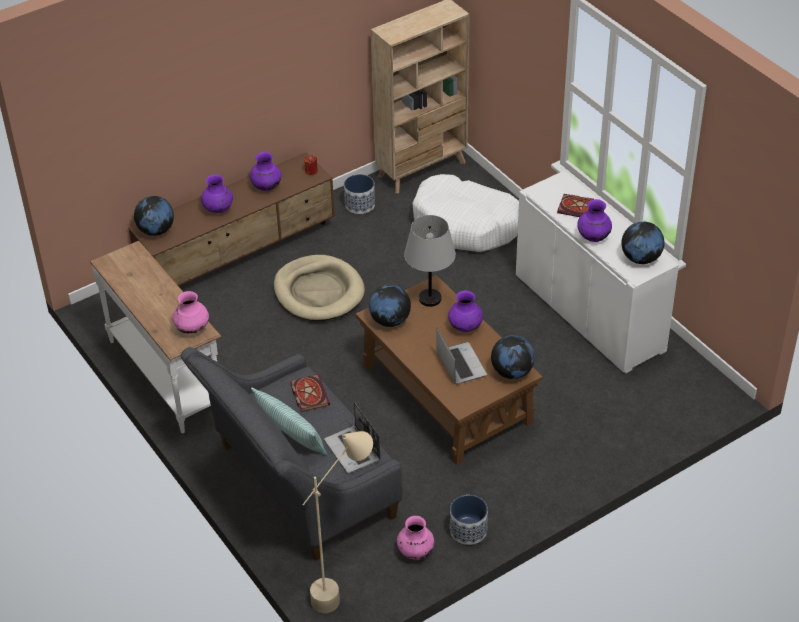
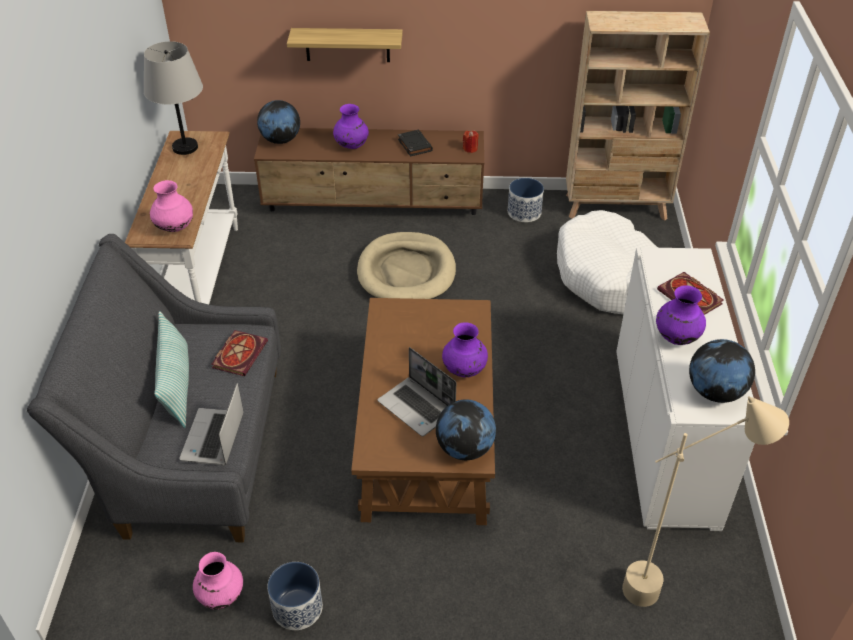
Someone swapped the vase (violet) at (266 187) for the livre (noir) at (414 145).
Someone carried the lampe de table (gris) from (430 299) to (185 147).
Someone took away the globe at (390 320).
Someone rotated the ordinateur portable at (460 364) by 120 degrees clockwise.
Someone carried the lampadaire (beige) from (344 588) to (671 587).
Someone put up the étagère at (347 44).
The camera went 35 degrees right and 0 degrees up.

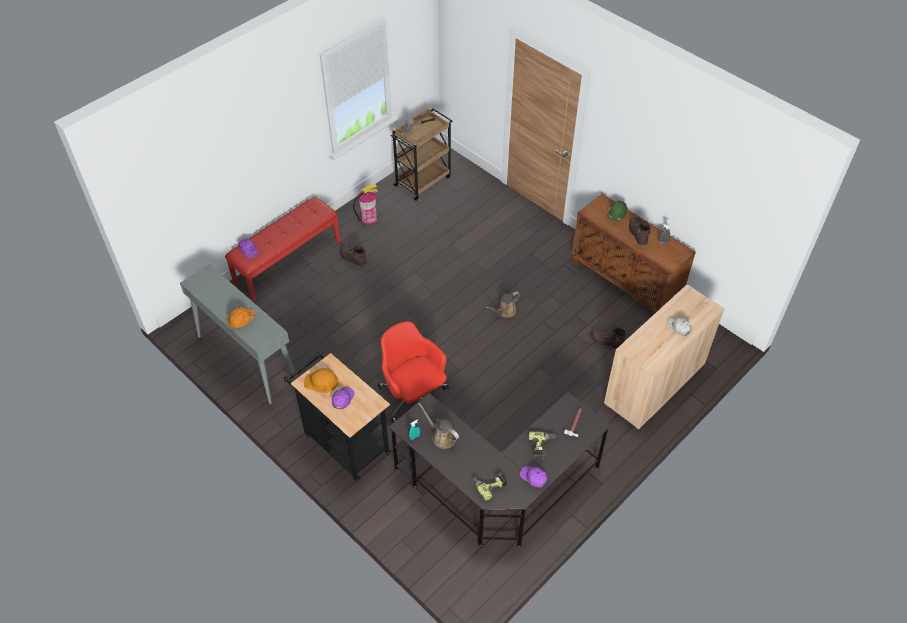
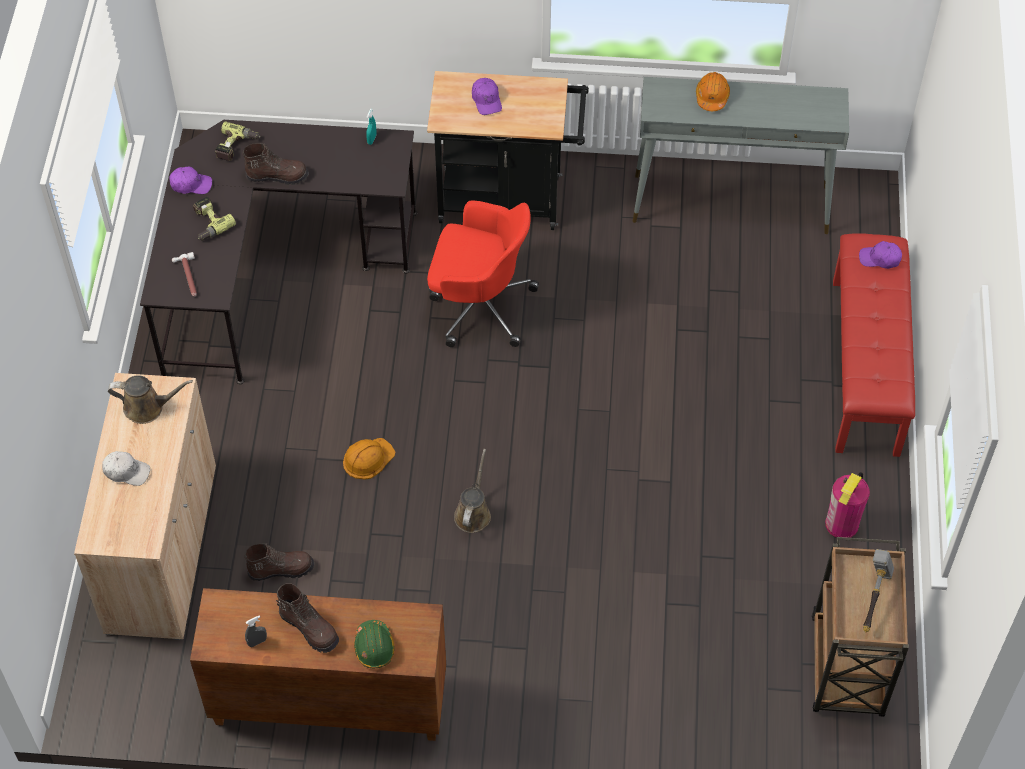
Someone carried the botte (marron) from (353 259) to (277 176).
Someone carried the casque de chantier (orange) from (321 381) to (368 458).
Someone carried the arrosoir (marron) from (442 437) to (148 407).
The camera went 140 degrees right and 5 degrees up.

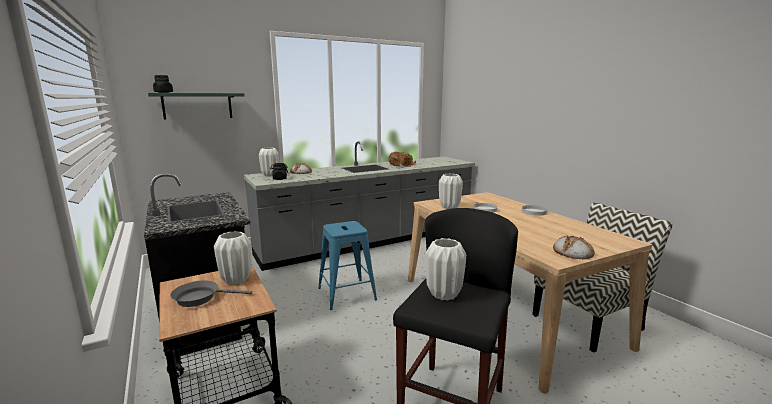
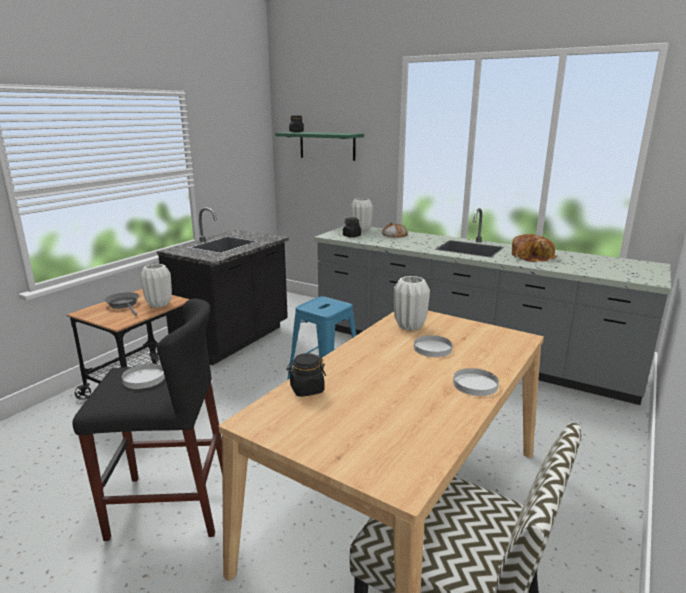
Someone took away the pain at (572 252).
Someone swapped the vase (blanc) at (444 294) for the assiette (blanc) at (144 378).
Someone put down the bocal (noir) at (307 389).
The camera went 60 degrees right and 5 degrees up.

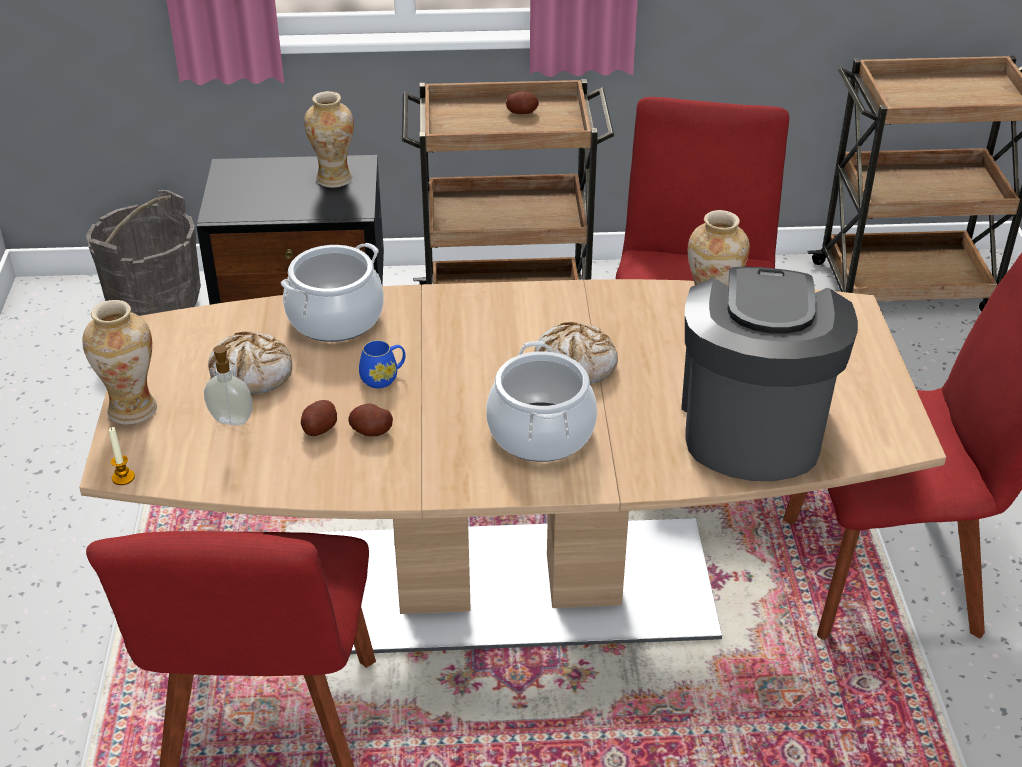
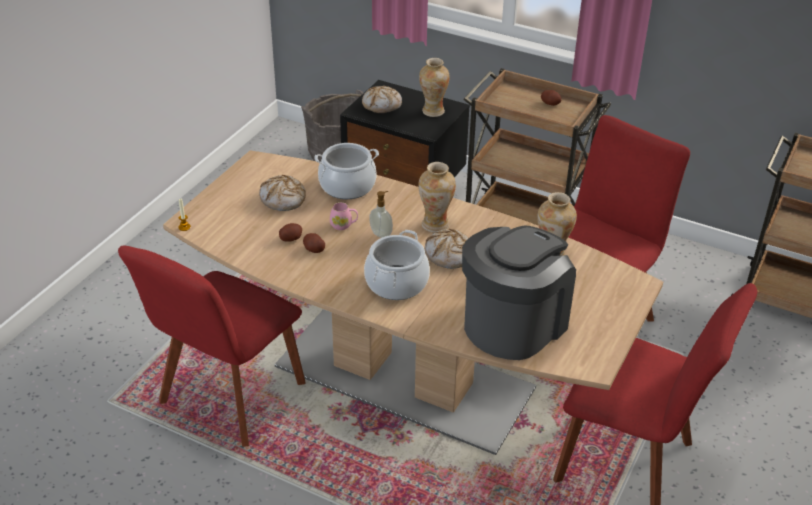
Someone carried the vase from (132 409) to (435 224).
Someone repainted the mug (bleu) at (383 378), which became the mug (rose) at (344 225).
Someone carried the distributeur de savon from (232 419) to (381 234).
Someone put down the pain at (382 105).
The camera went 30 degrees right and 0 degrees up.

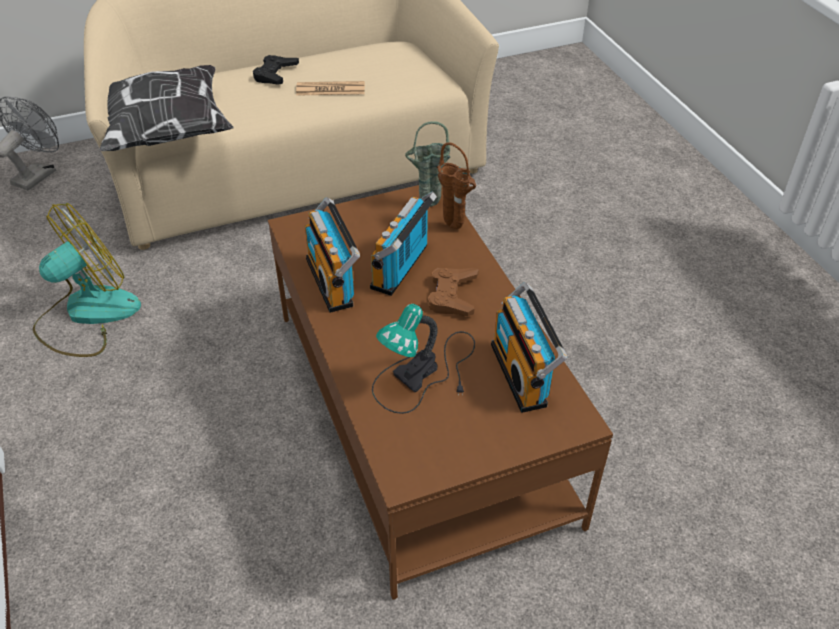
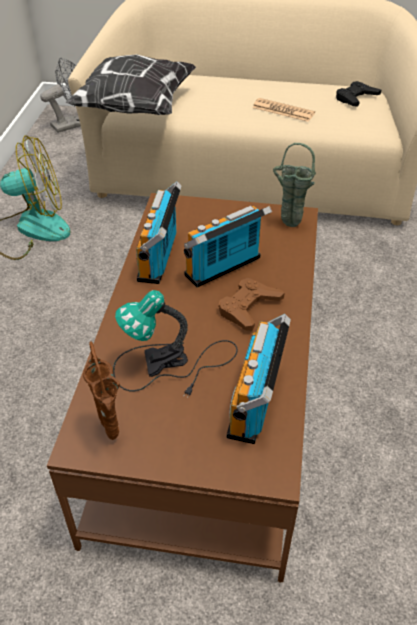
Someone carried the manette (noir) from (275 74) to (356 98).
Someone carried the vase (marron) from (455 228) to (112 436).
The camera went 30 degrees right and 0 degrees up.

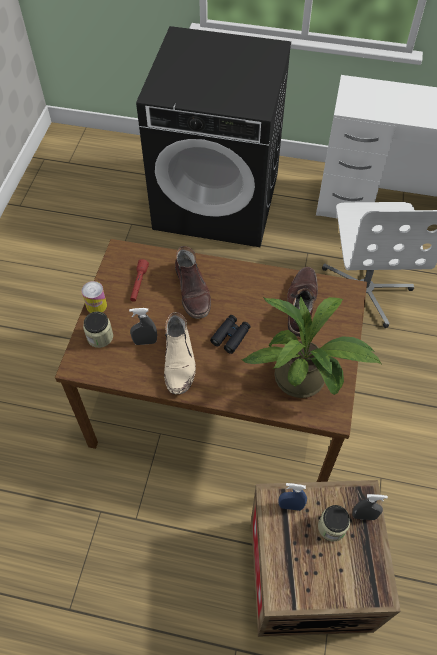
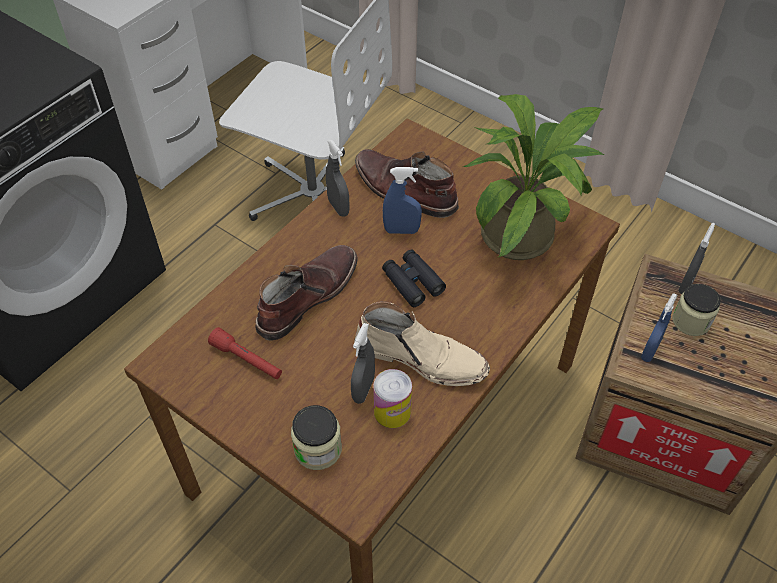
Someone rotated the botte (marron) at (193 291) by 60 degrees counterclockwise.
Someone carried the boîte métallique from (96 305) to (392 411).
Someone put down the vaporisateur (gris) at (338 207).
Someone put down the vaporisateur (bleu) at (401 230).
The camera went 65 degrees left and 5 degrees down.

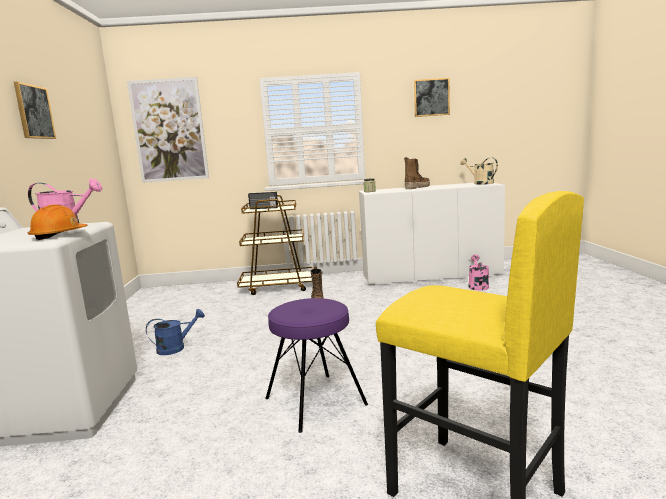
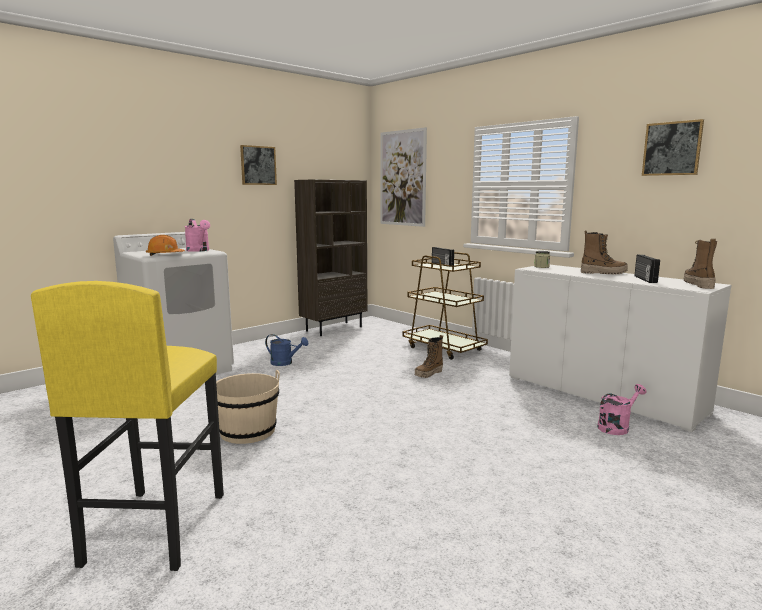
Someone swapped the arrosoir (beige) at (480 183) for the botte at (698 284).
Someone swapped the tabouret (violet) at (315 401) for the seau (beige) at (247 431).
Someone put down the bibliothèque (marron) at (334 328).
Someone put down the radio at (644 279).
The camera went 50 degrees right and 0 degrees up.

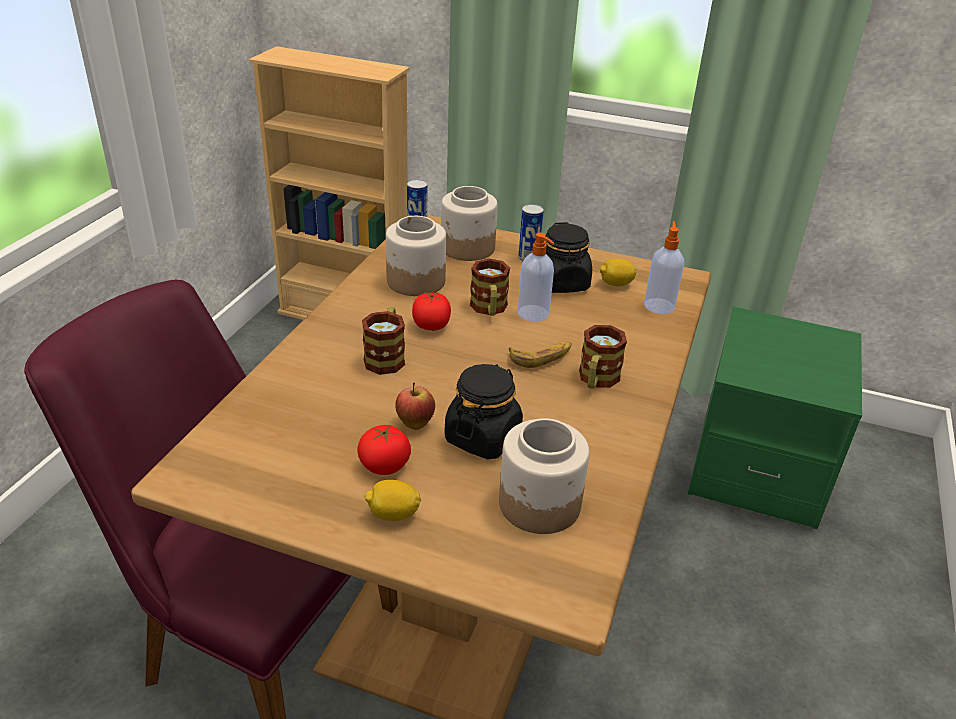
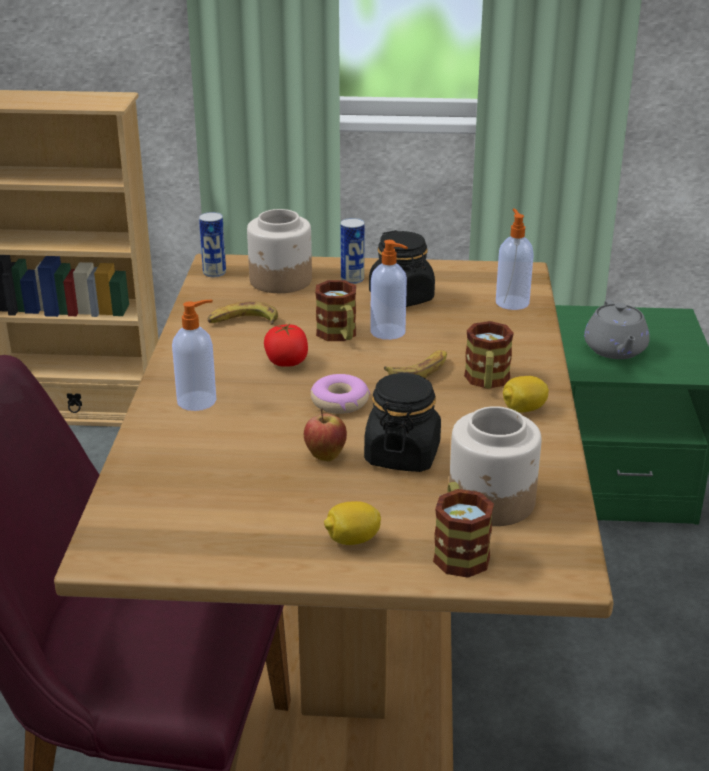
Someone swapped the bocal at (415 281) for the banane at (243 322).
Someone carried the citron from (615 284) to (523 409).
Someone carried the mug from (386 356) to (458 550).
Someone took away the tomate at (384 466).
Someone put down the théière (gris) at (615 350).
Someone put down the distributeur de savon at (198 401).
Someone put down the beignet at (340 402).
The camera went 15 degrees left and 5 degrees down.

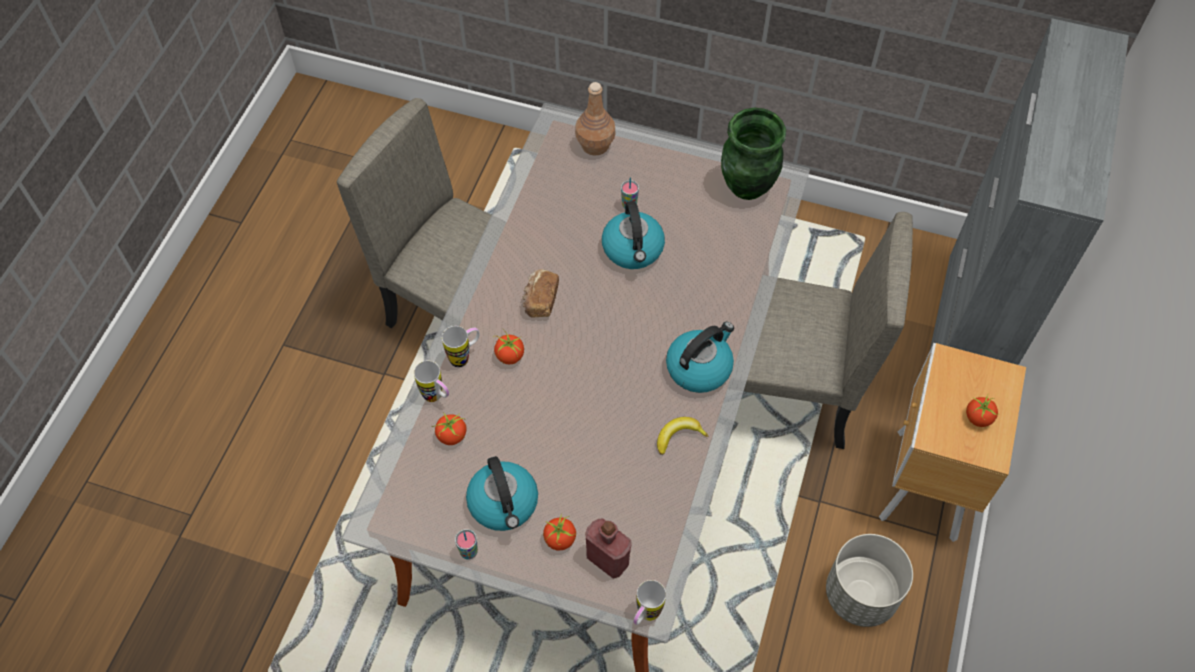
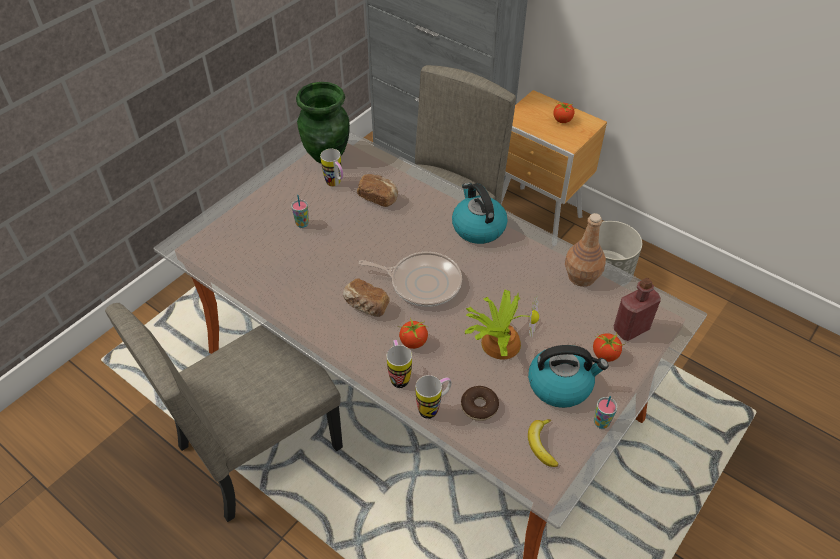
Someone carried the bouteille (marron) from (595 145) to (582 276).
Someone took away the bouilloire at (633 249).
Someone swapped the tomate at (451 436) for the beignet at (479 406).
Someone carried the banane from (678 436) to (541 444).
Someone carried the mug from (645 616) to (336 184).
Someone put down the pain at (378 197).
Someone put down the poêle at (422 282).
Someone put down the plante en pot at (499 341).
The camera went 70 degrees left and 10 degrees down.

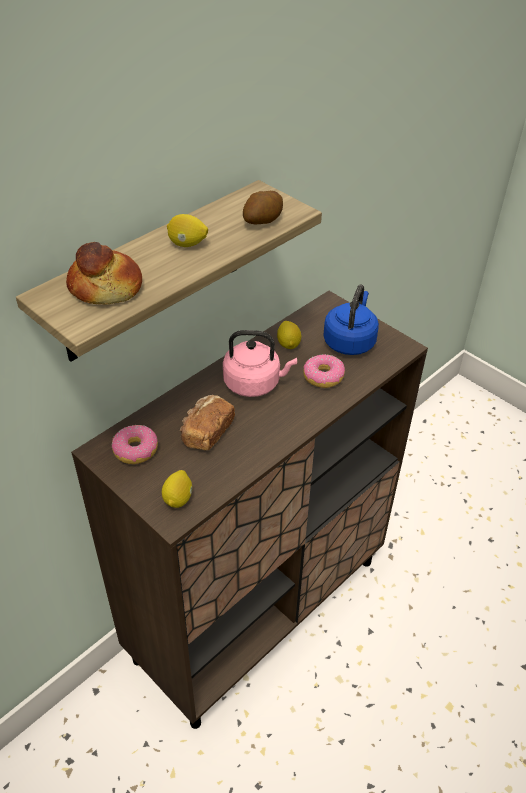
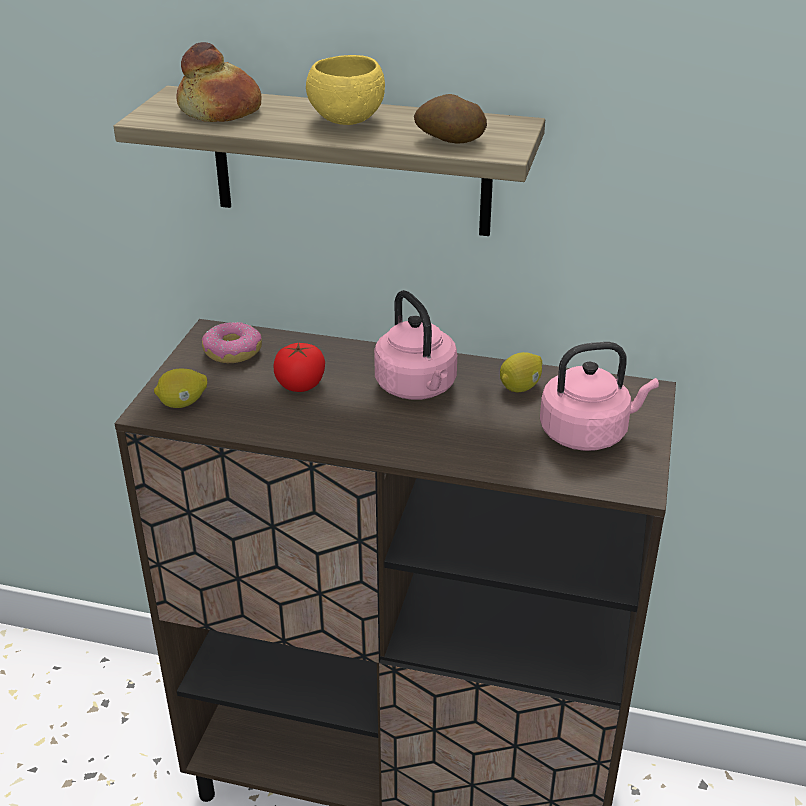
Someone swapped the citron at (187 244) for the bol (jaune) at (346 120).
Someone repainted the bouilloire (bleu) at (350 341), which became the bouilloire (rose) at (588 433).
Someone took away the beignet at (323 376).
Someone swapped the pain at (206 432) for the tomate at (300 385).
The camera went 60 degrees right and 10 degrees down.

